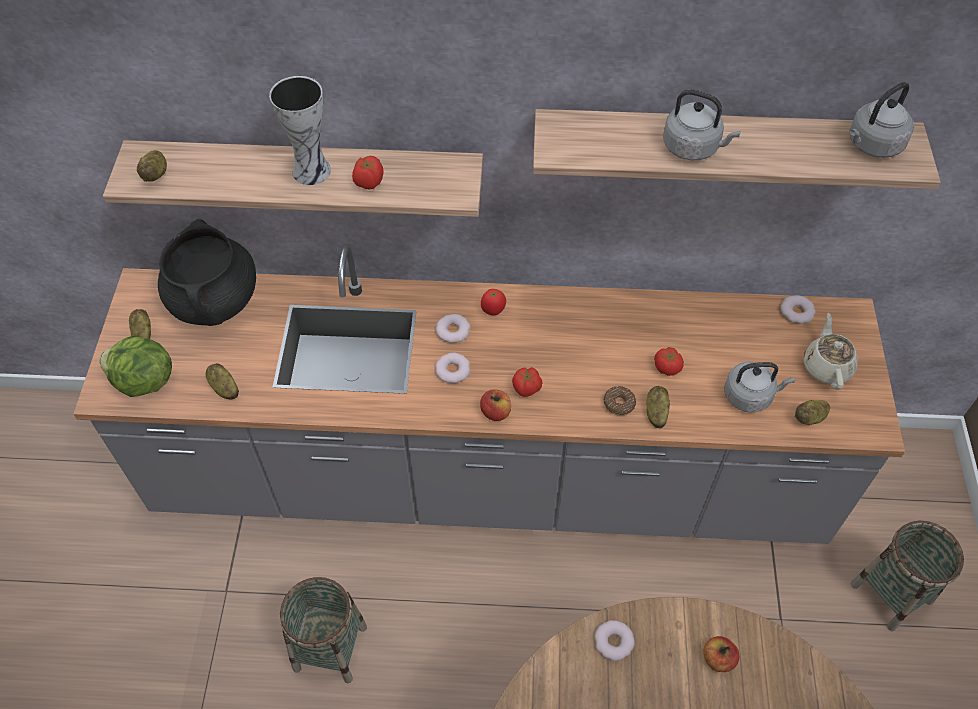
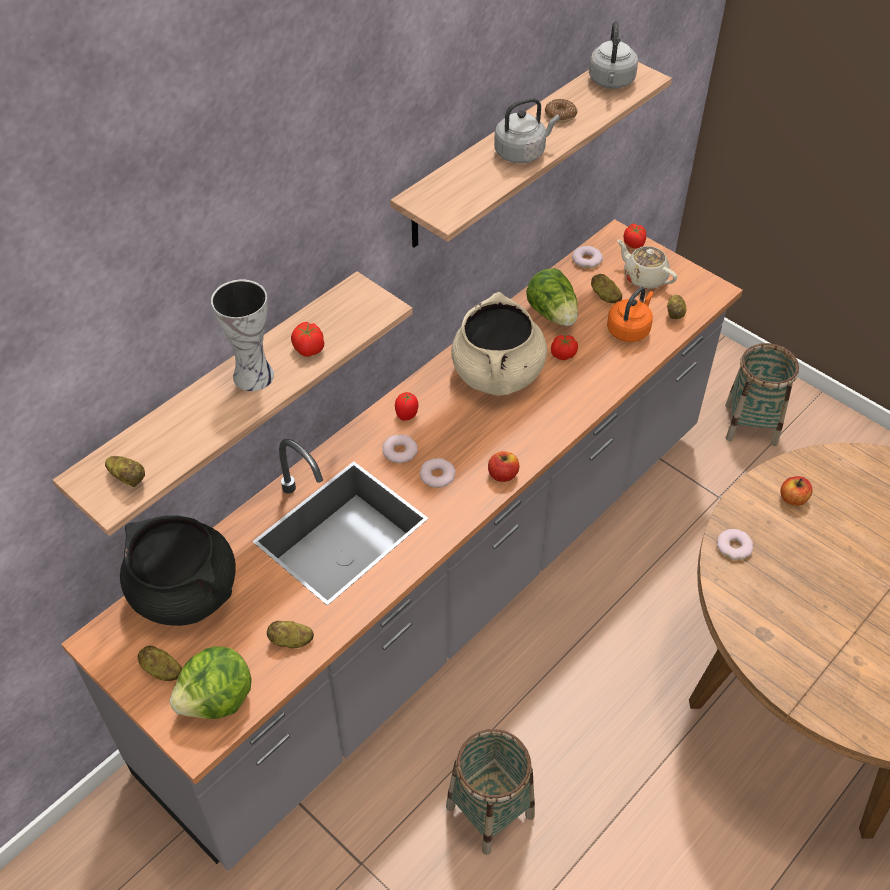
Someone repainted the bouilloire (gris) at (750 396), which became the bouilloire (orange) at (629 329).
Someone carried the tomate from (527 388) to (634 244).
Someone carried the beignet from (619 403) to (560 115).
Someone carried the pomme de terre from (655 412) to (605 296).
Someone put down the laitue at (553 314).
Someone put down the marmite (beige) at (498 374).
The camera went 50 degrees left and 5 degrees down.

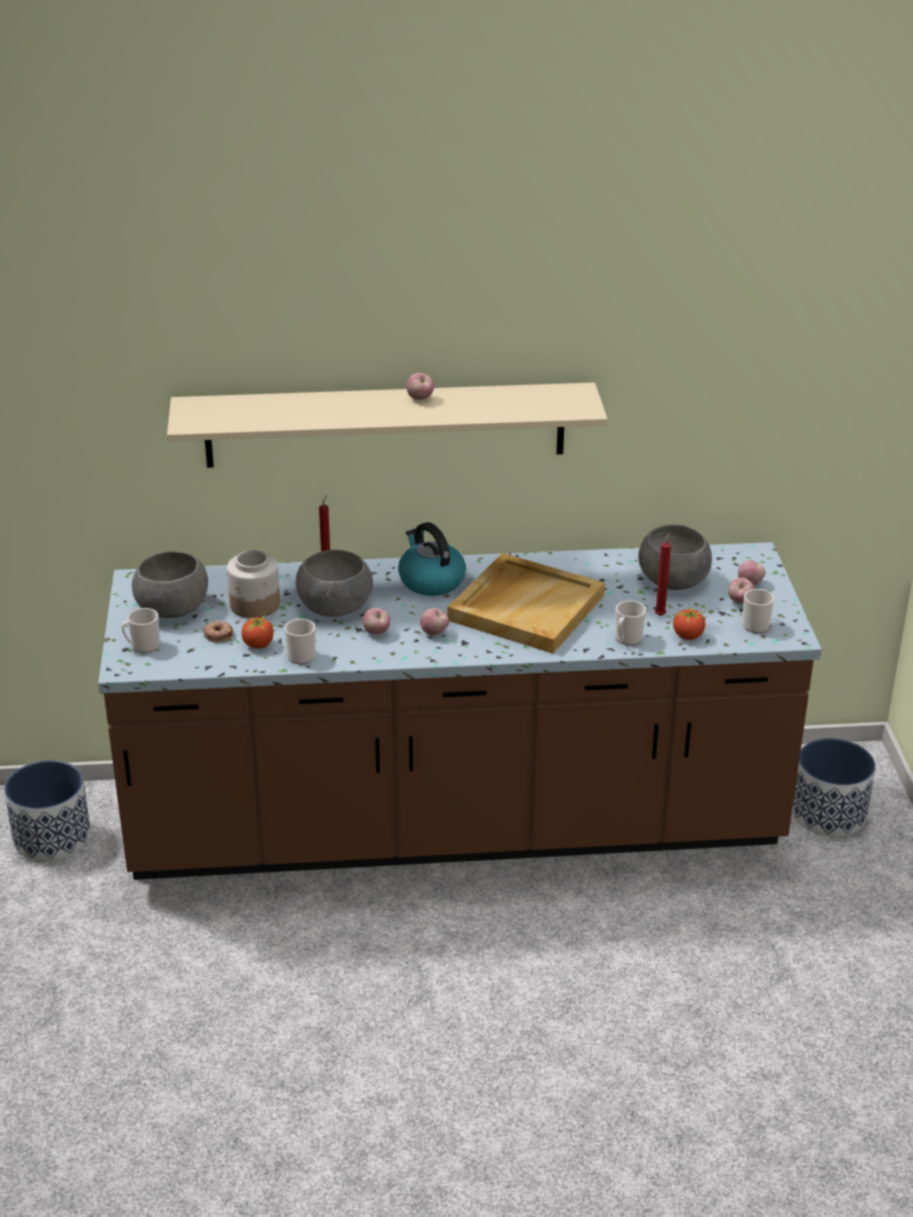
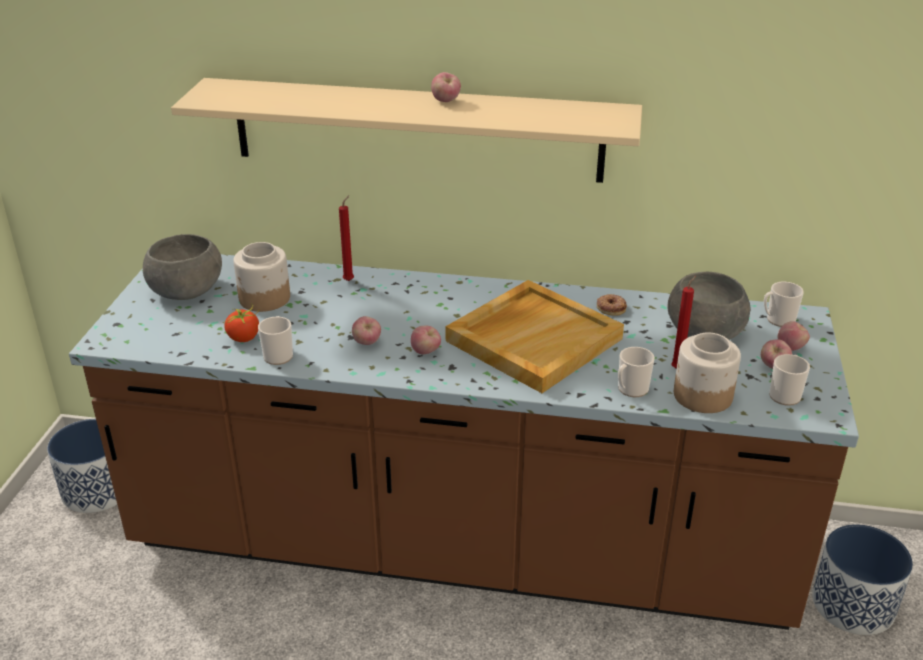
Someone took away the bouilloire at (430 581).
Someone took away the bol (gris) at (335 606).
Someone swapped the tomate at (688 635) for the bocal at (702 396).
Someone carried the mug from (142 646) to (777 320).
Someone carried the beignet from (218 634) to (611 307).
The camera went 15 degrees right and 0 degrees up.

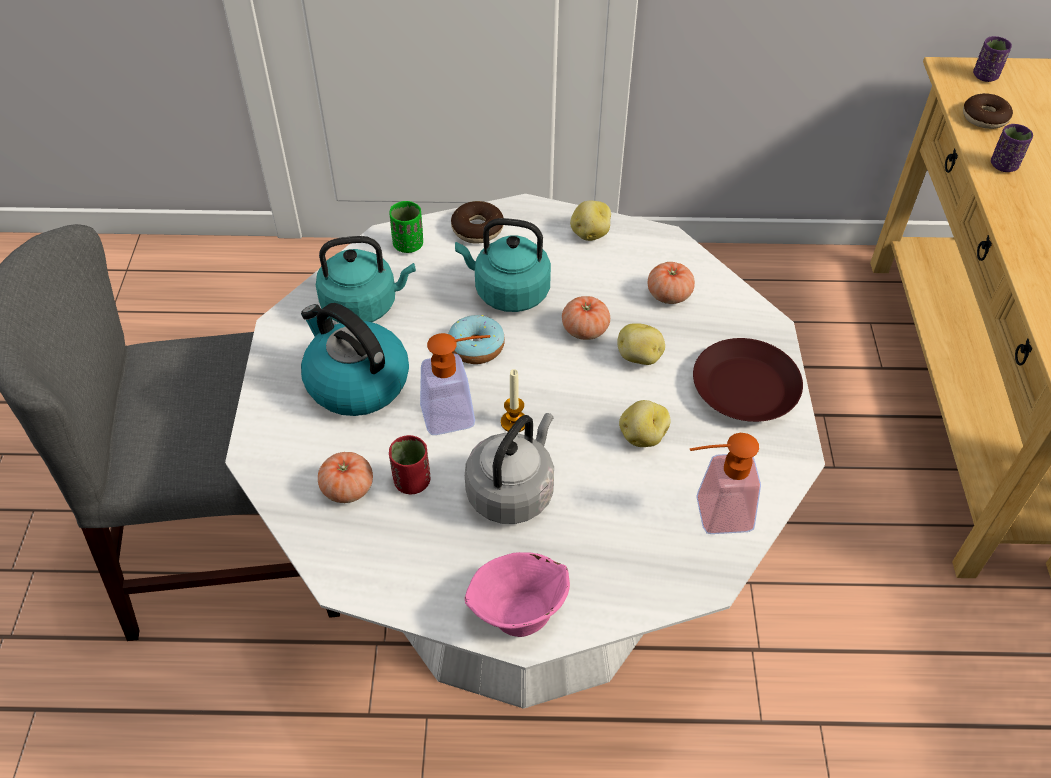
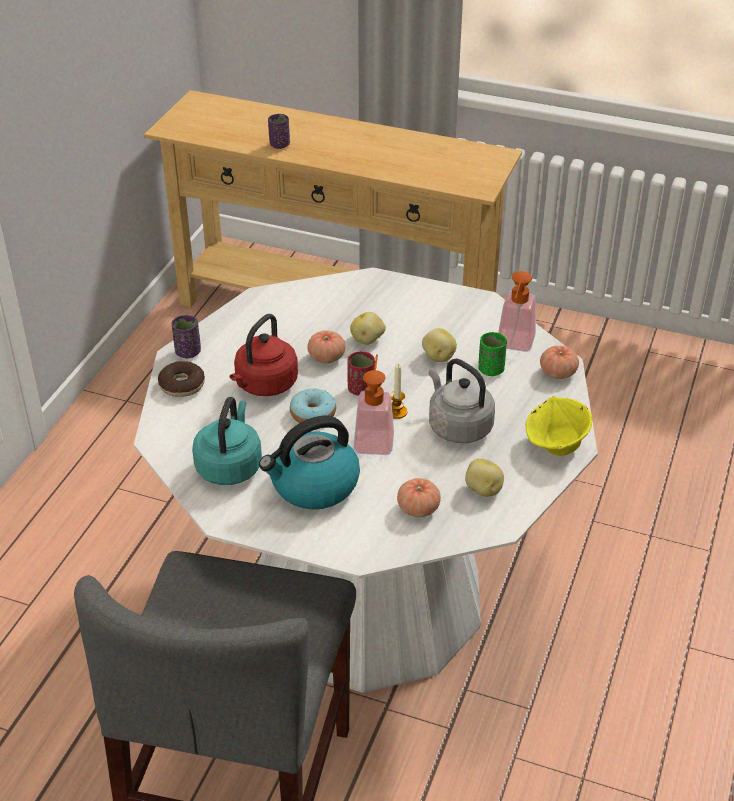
Someone carried the tasse (violet) from (985 76) to (188 352).
Someone took away the beignet at (984 118).
Someone carried the tasse (vert) from (408 245) to (491 370).
Someone carried the pomme de terre from (589 233) to (483 490).
Someone repainted the bouilloire (turquoise) at (508 292), which became the bouilloire (rouge) at (264 385).
Someone carried the tomate from (669 294) to (558 373).
Someone took away the assiette (marron) at (746 388).
Someone carried the tasse (rouge) from (412 481) to (361 389).
Someone repainted the bol (rose) at (517 612), which became the bol (jaune) at (556 447).
The camera went 70 degrees left and 10 degrees down.

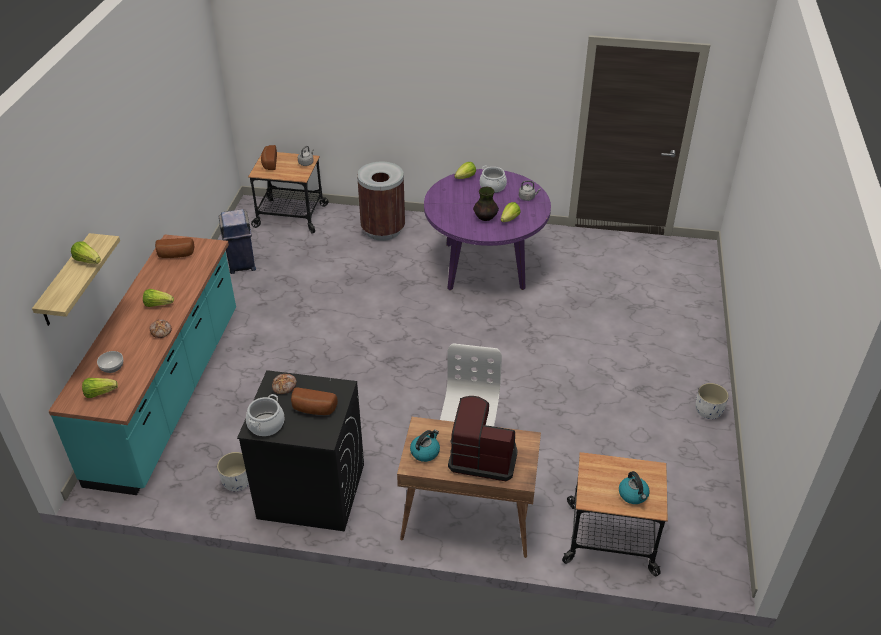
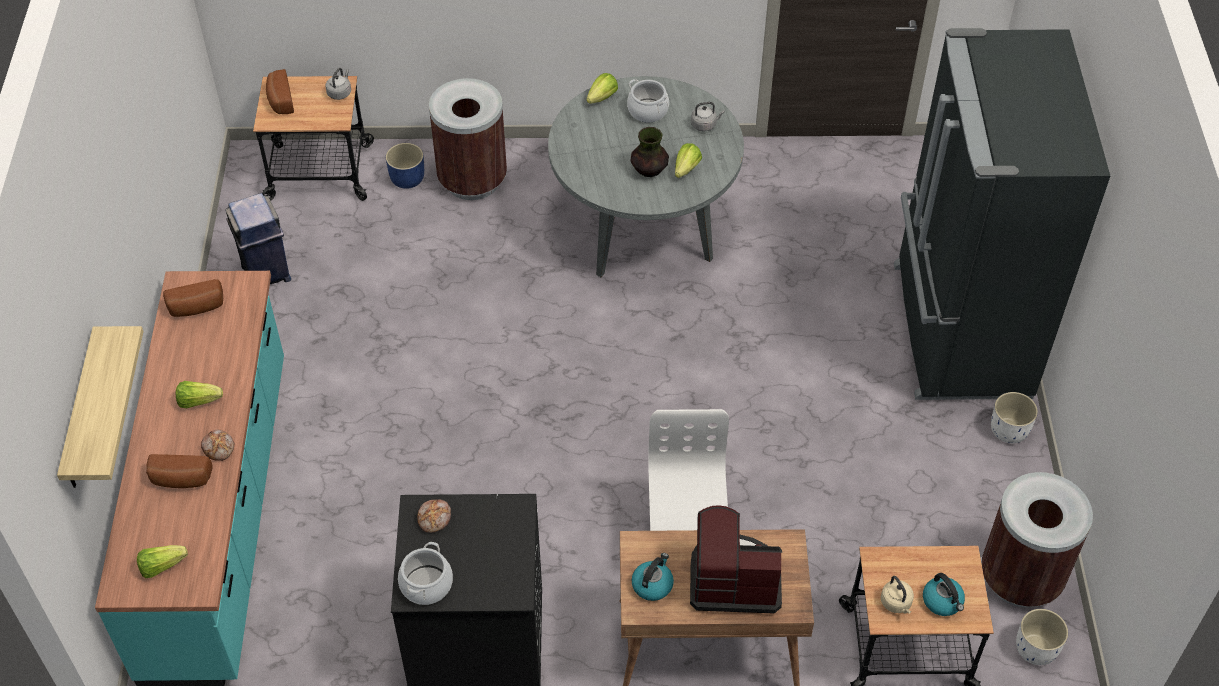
Someone repainted the table à manger (violet) at (484 266), which became the table à manger (gris) at (644 226).
Someone took away the laitue at (88 261).
Someone took away the bol at (112 367).
Someone carried the pain from (313 410) to (180 480).
Someone carried the cache-pot (blanc) from (237 482) to (1035 649).
Someone put down the réfrigérateur (noir) at (958 331).
Someone put down the cache-pot (bleu) at (408 179).
Someone put down the poubelle (marron) at (1020 578).
Someone put down the bouilloire (beige) at (896 603).
The camera went 10 degrees left and 10 degrees up.

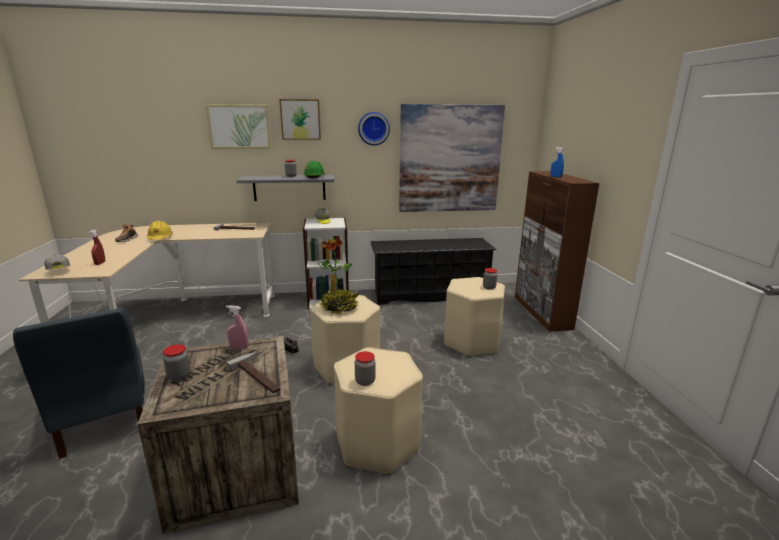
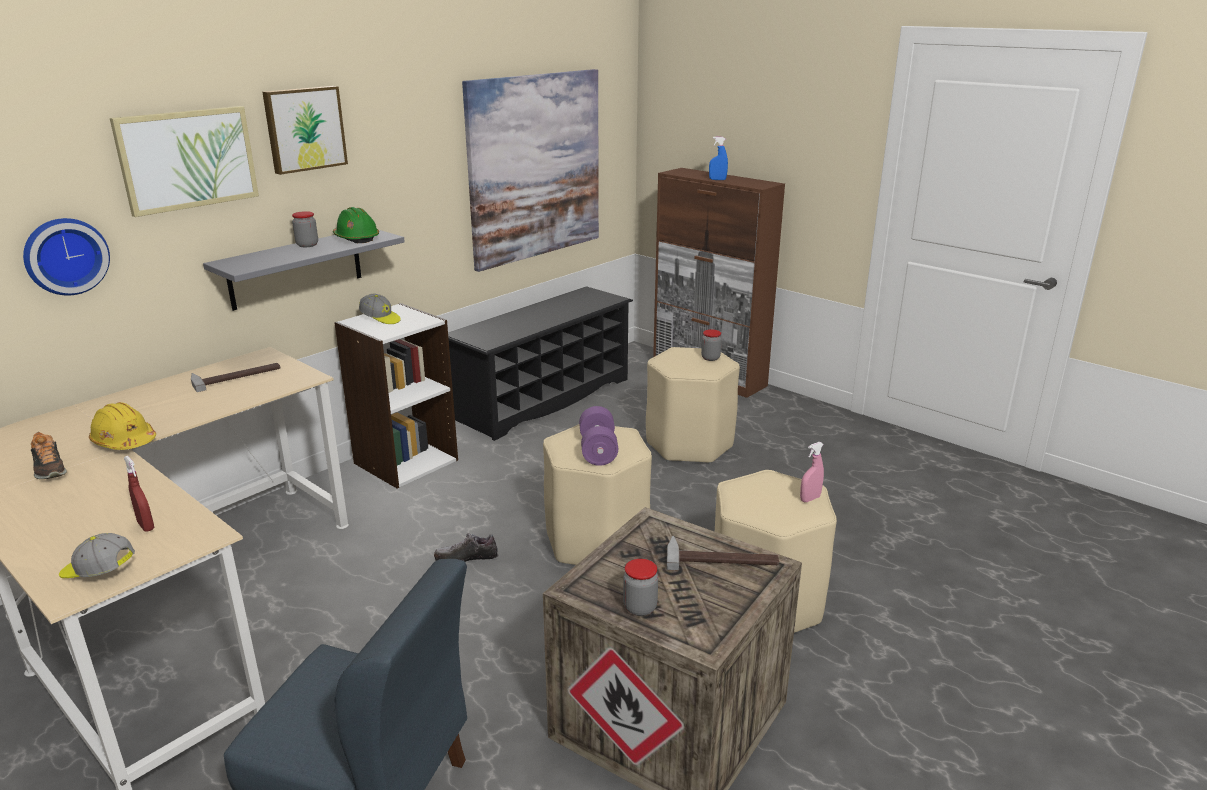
Someone carried the horloge murale from (373 128) to (65 255).
Someone swapped the plante en pot at (339 308) for the haltère (violet) at (598 450).
Someone carried the vaporisateur (rose) from (239 348) to (810 499).
Someone took away the bocal at (365 381).
The camera went 40 degrees left and 5 degrees up.

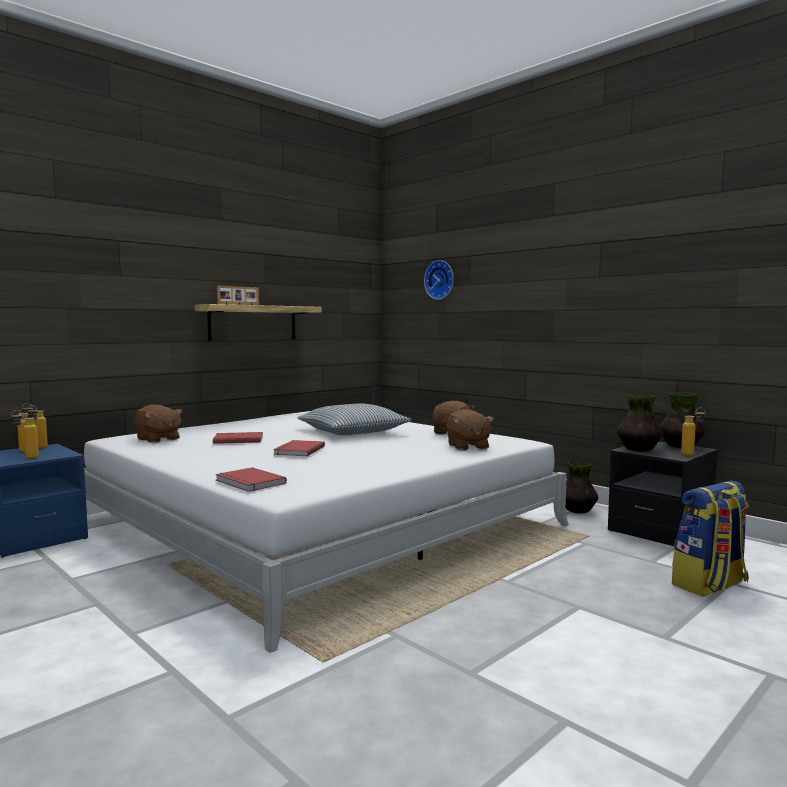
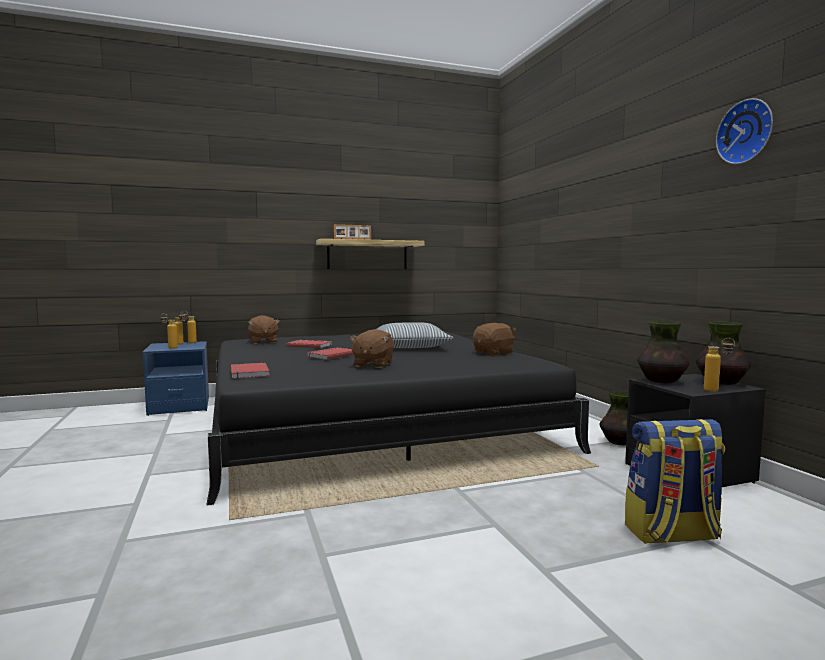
Someone carried the horloge murale from (440 280) to (746 132).
Someone carried the peluche (marron) from (467 446) to (372 365).
Someone repainted the lit (blanc) at (316 522), which became the lit (noir) at (369 420).
The camera went 25 degrees right and 0 degrees up.

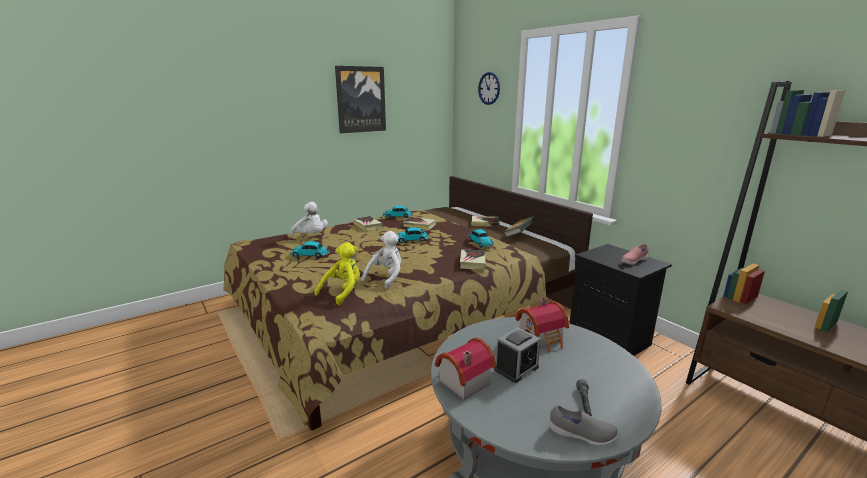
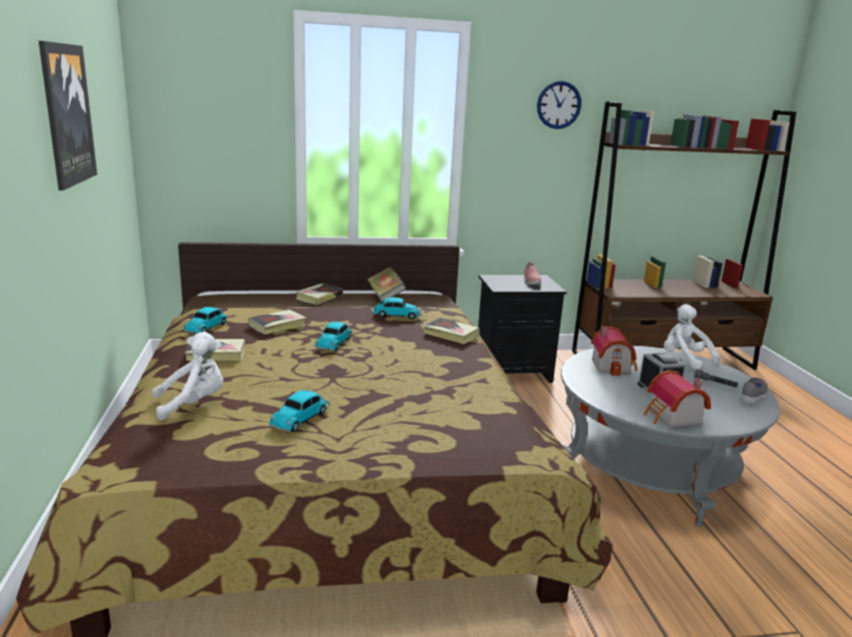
Someone carried the horloge murale from (489 88) to (558 105).
Someone carried the peluche (blanc) from (386 277) to (684 359).
Someone took away the peluche (jaune) at (343 292).
The camera went 65 degrees left and 0 degrees up.

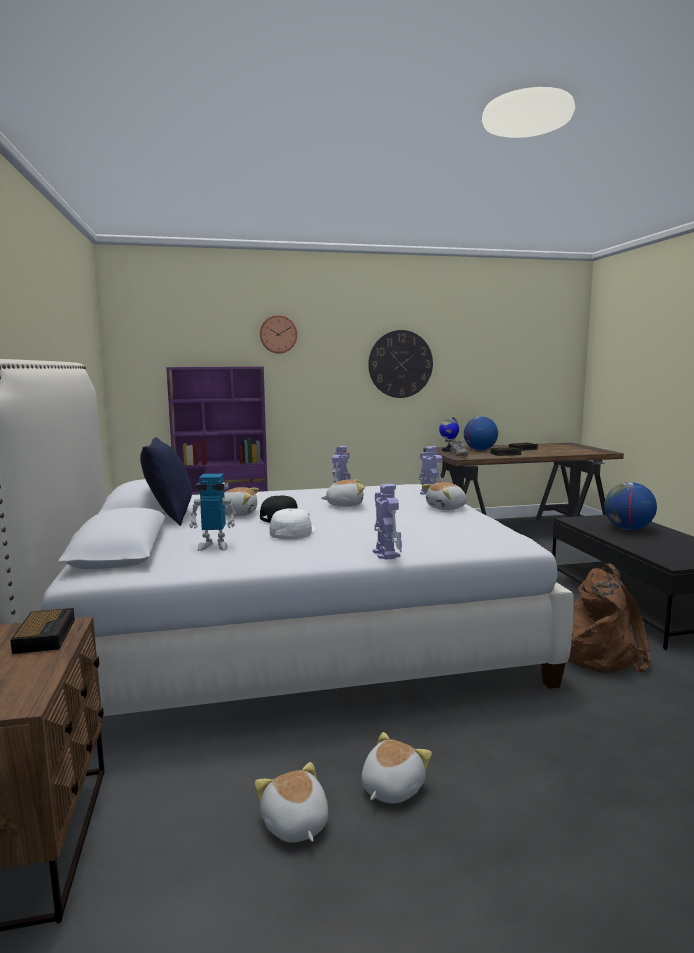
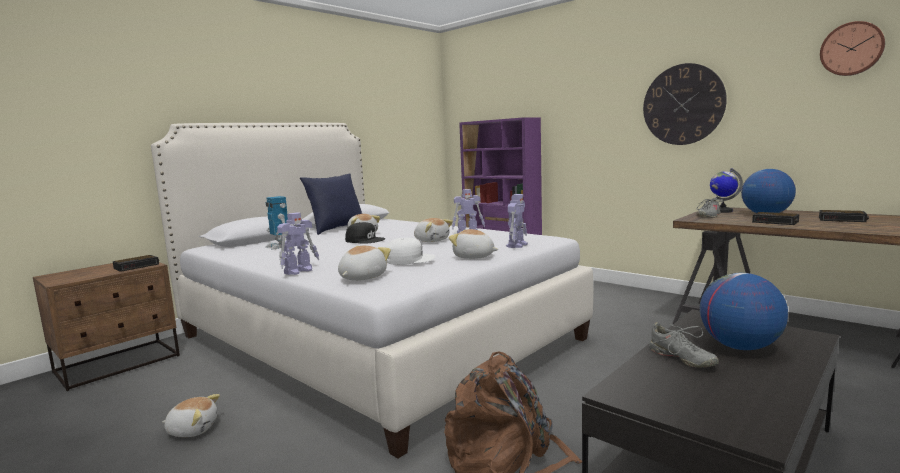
Someone carried the horloge murale from (278 334) to (851 49).
Someone carried the casquette (blanc) from (292 532) to (409 259).
Someone carried the peluche from (294 824) to (361 277).
Someone put down the chaussure (gris) at (681 358).
The camera went 55 degrees right and 0 degrees up.

